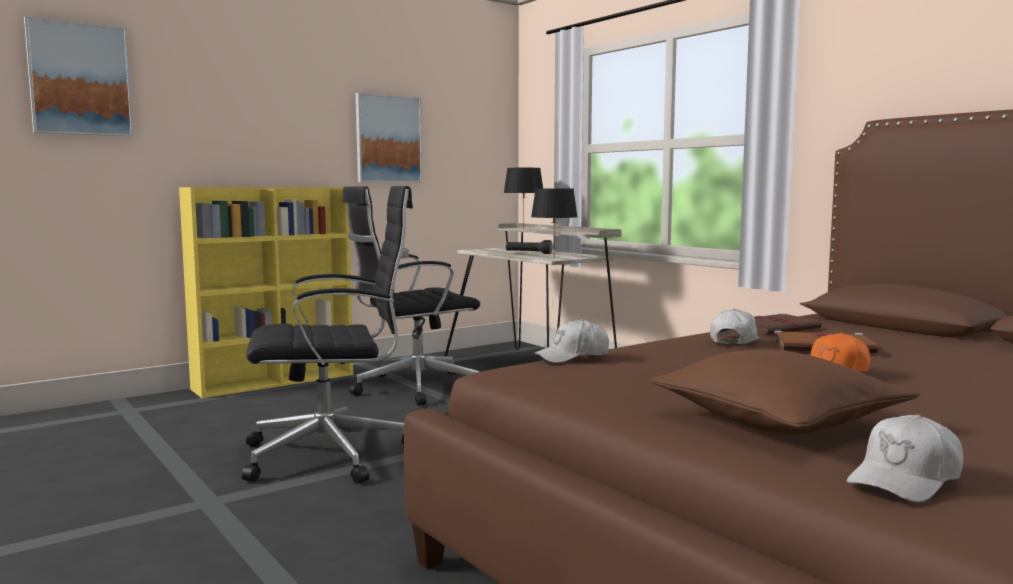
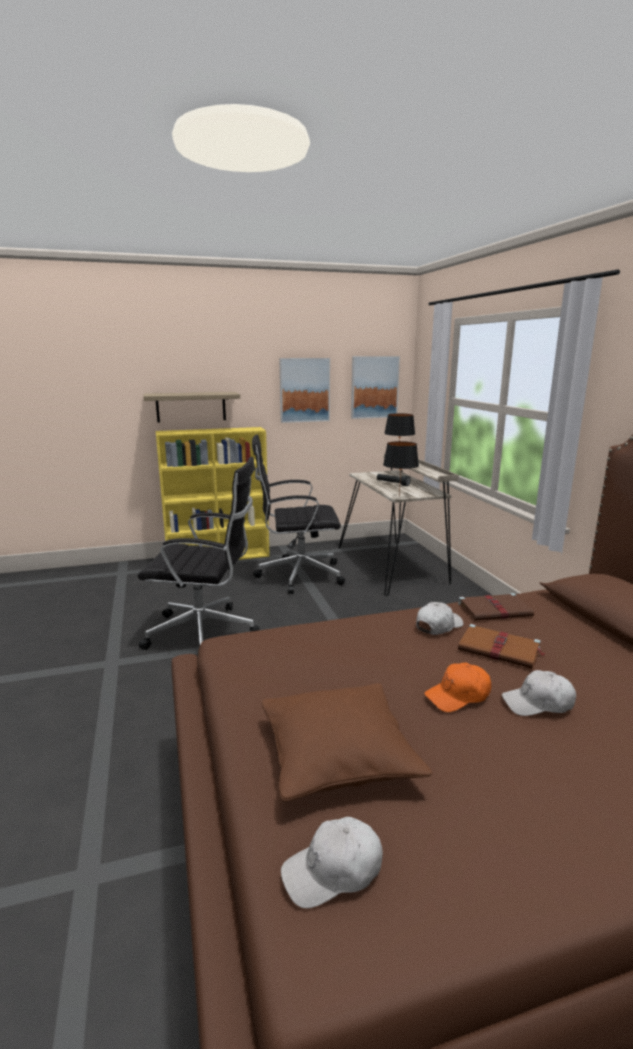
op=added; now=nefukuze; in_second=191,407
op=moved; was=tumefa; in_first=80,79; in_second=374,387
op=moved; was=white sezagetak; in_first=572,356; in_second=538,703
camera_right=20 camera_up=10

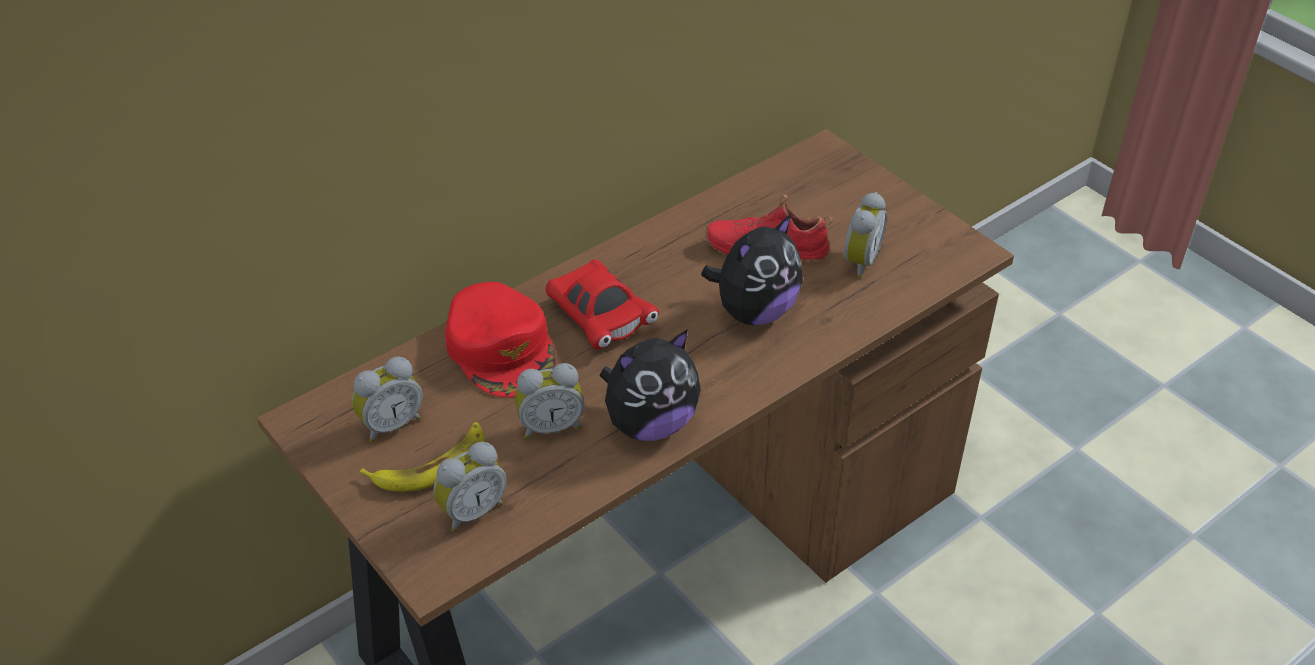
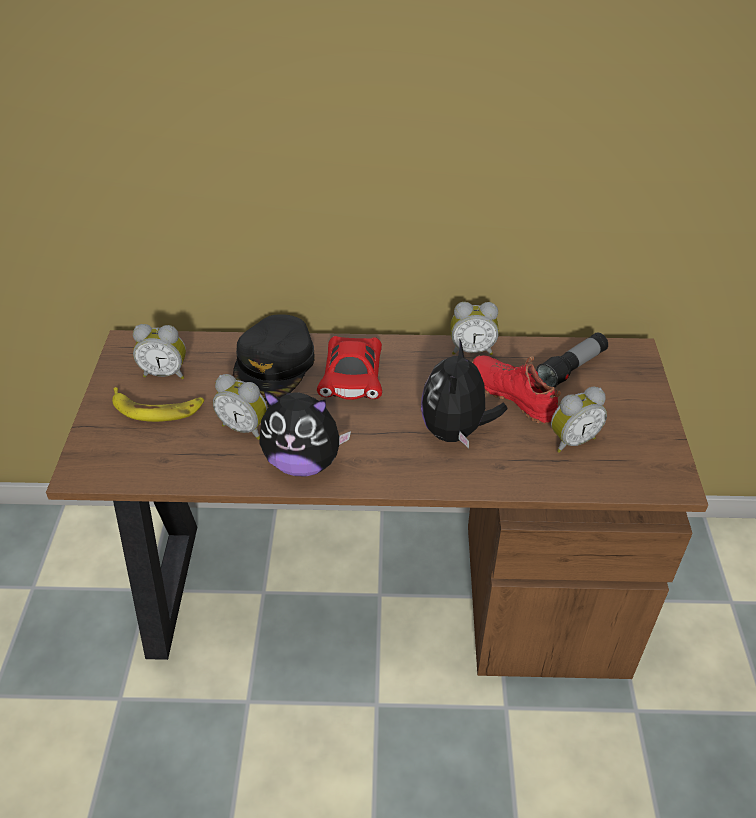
op=recoloured; was=red sezagetak; now=black sezagetak; in_first=502,349; in_second=274,365
op=turned; was=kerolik; in_first=754,311; in_second=456,431; clockwise=105
op=moved; was=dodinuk; in_first=471,511; in_second=471,350
op=added; now=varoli; in_second=571,369
camera_right=40 camera_up=0

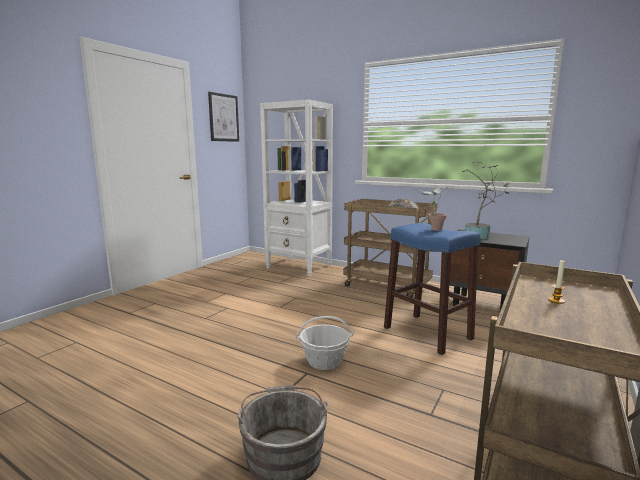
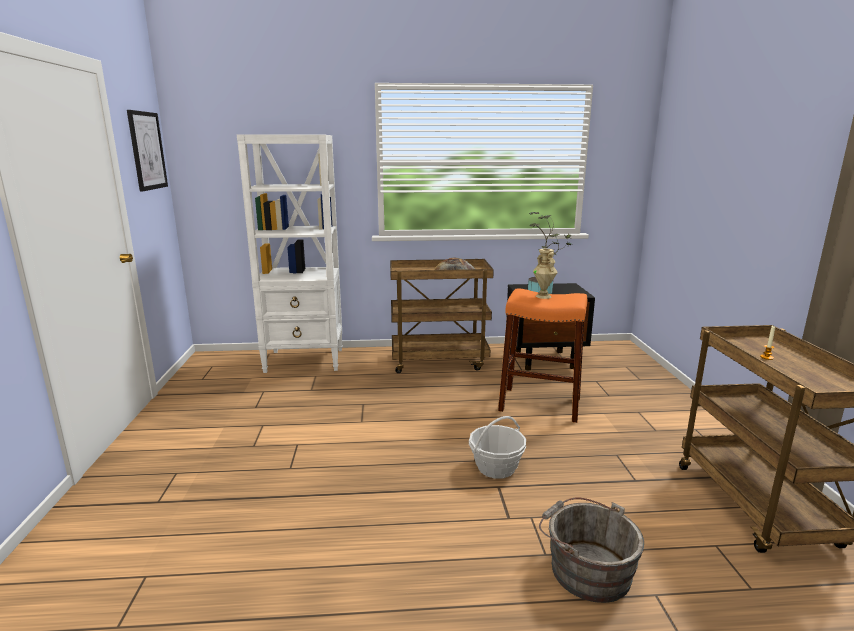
op=recoloured; was=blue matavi; now=orange matavi; in_first=427,333; in_second=540,404
op=replaced; was=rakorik; now=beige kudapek; in_first=432,229; in_second=543,296
camera_right=-35 camera_up=5

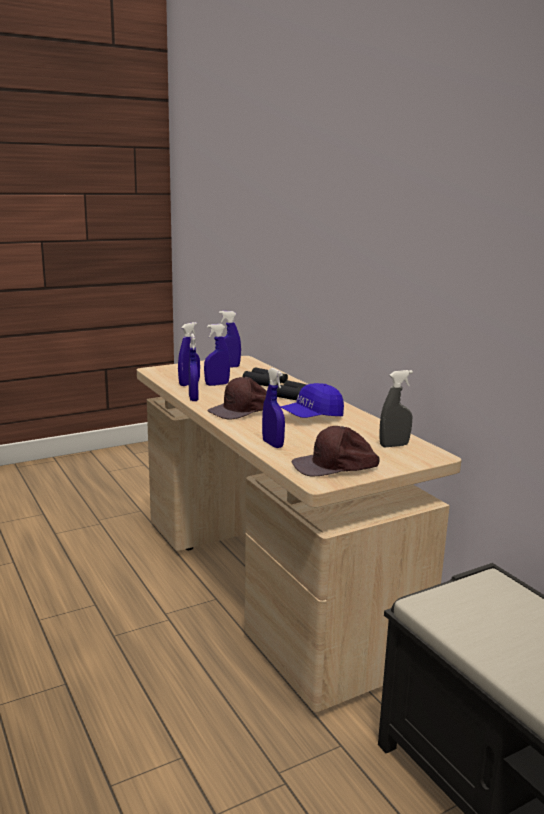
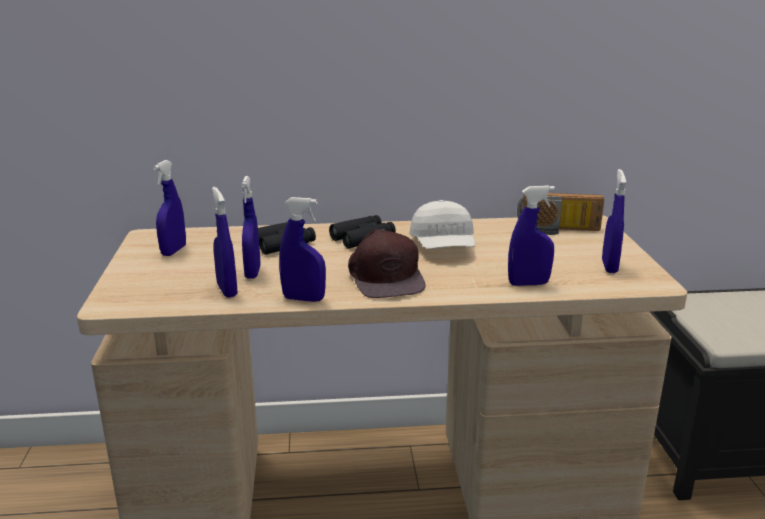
op=recoloured; was=blue sezagetak; now=white sezagetak; in_first=312,417; in_second=443,246
op=replaced; was=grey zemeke; now=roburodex; in_first=394,445; in_second=558,230
op=replaced; was=brown sezagetak; now=blue zemeke; in_first=335,466; in_second=609,266
camera_right=-65 camera_up=5

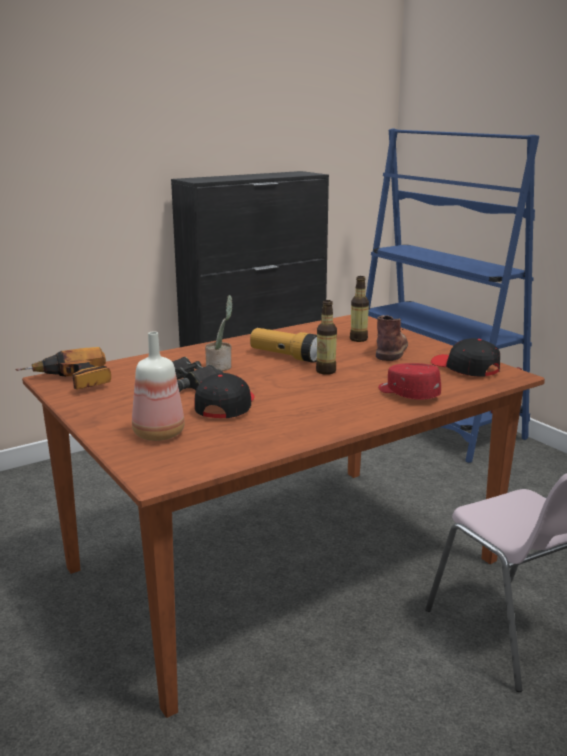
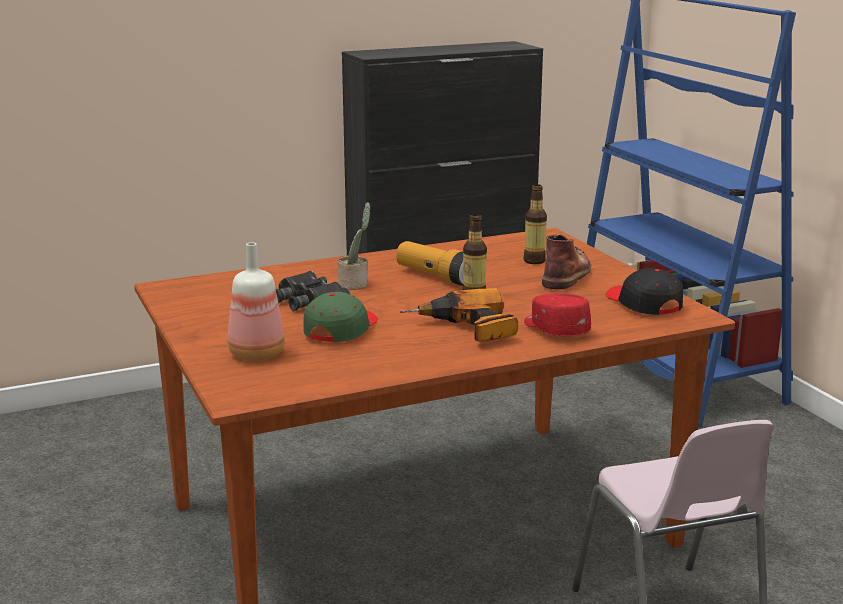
op=recoloured; was=black sezagetak; now=green sezagetak; in_first=225,406; in_second=341,329
op=moved; was=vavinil; in_first=73,382; in_second=467,330
camera_right=10 camera_up=0

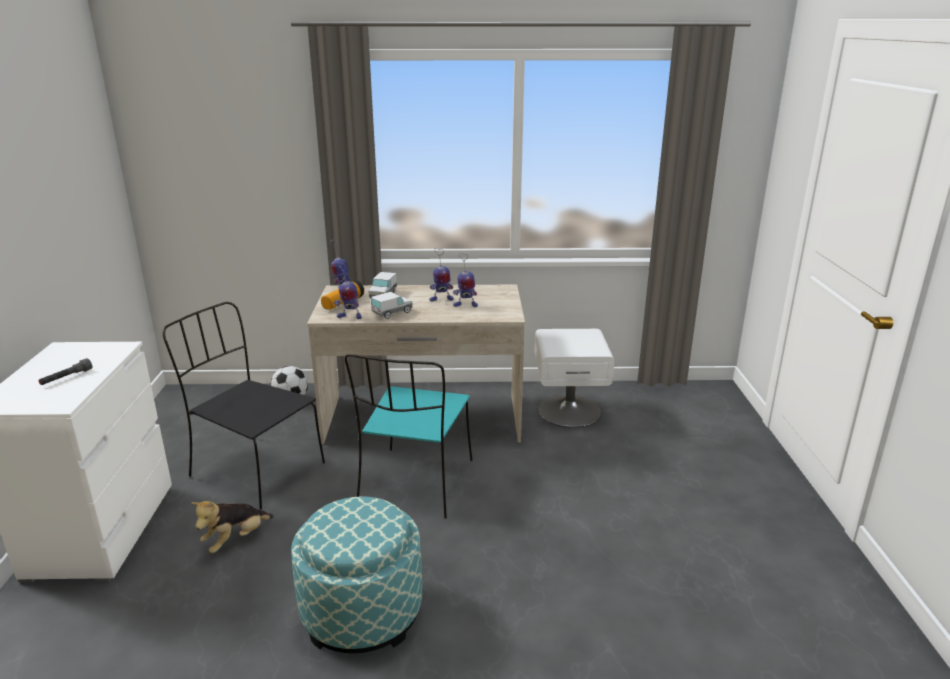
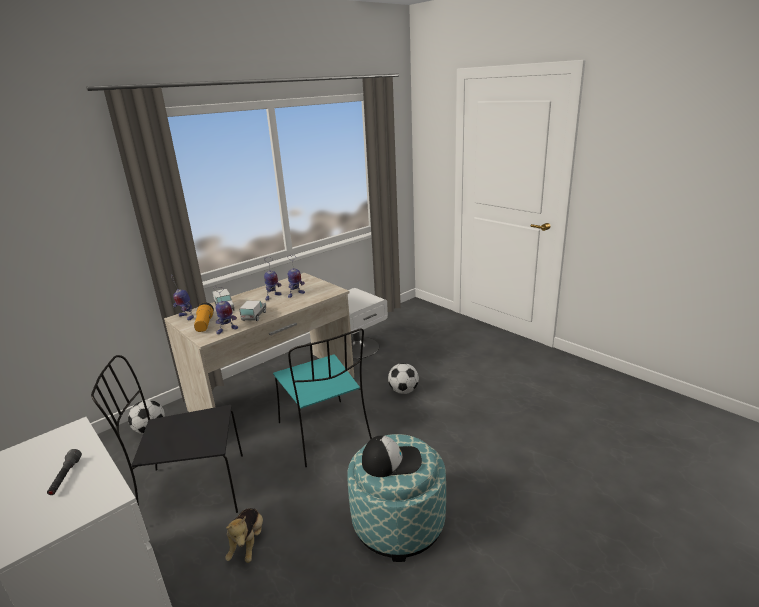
op=added; now=sezagetak; in_second=391,461
op=added; now=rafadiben; in_second=403,391
camera_right=-40 camera_up=0

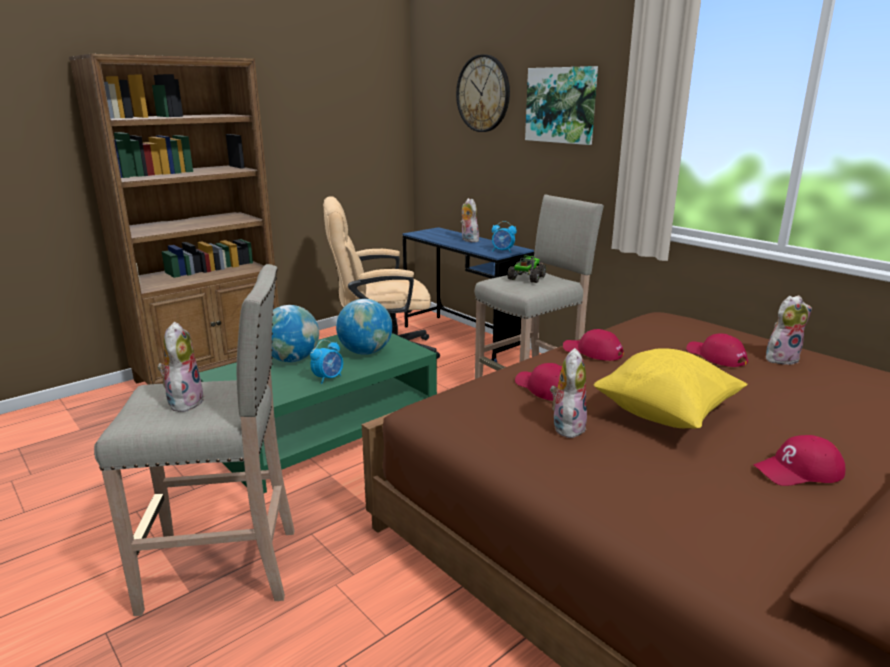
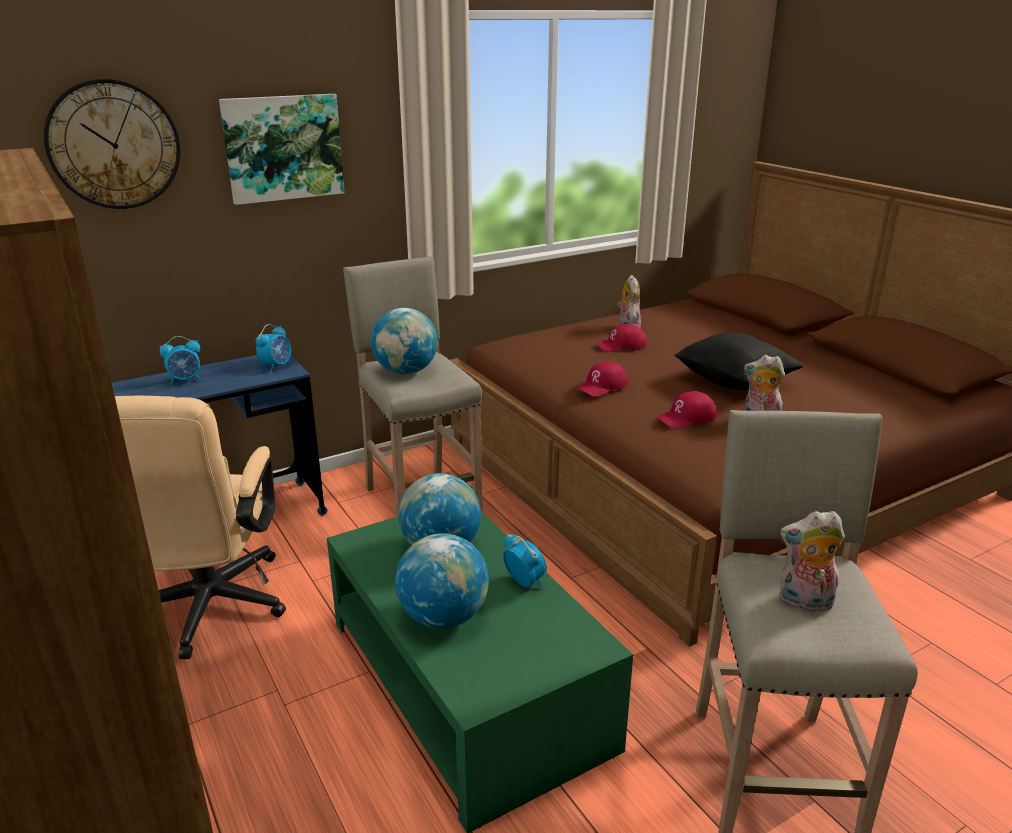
op=replaced; was=kerolik; now=dodinuk; in_first=468,240; in_second=185,380
op=replaced; was=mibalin; now=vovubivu; in_first=526,278; in_second=406,371
op=recoloured; was=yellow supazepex; now=black supazepex; in_first=666,414; in_second=734,383
op=removed; was=red sezagetak; in_first=799,471
camera_right=-80 camera_up=5

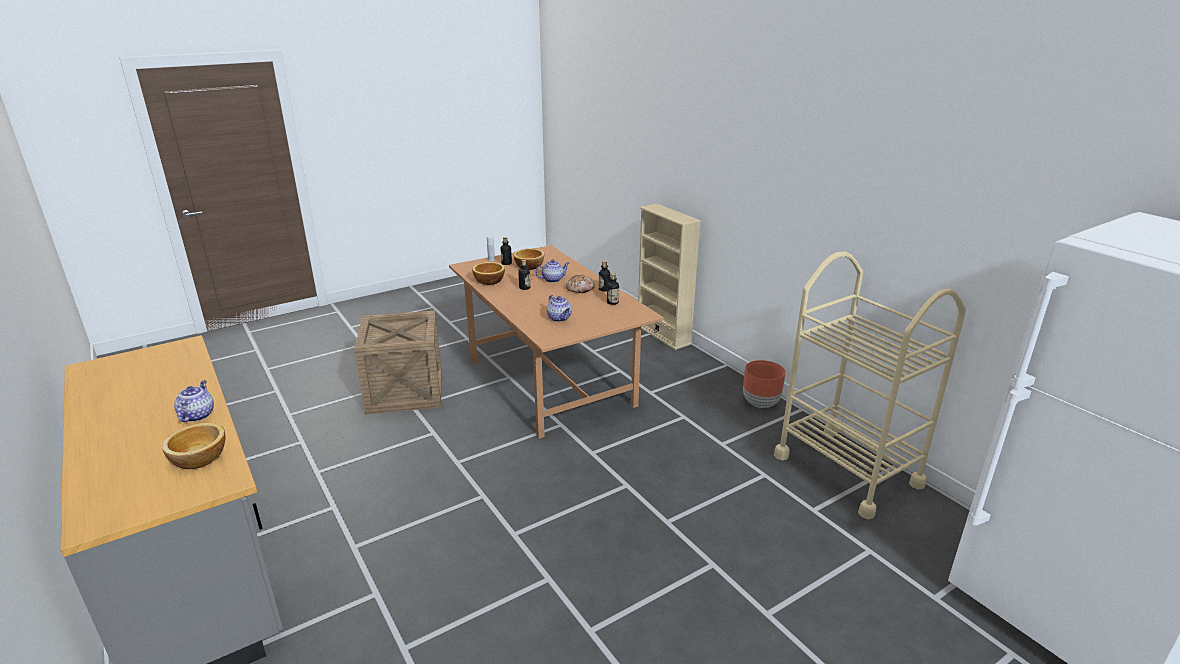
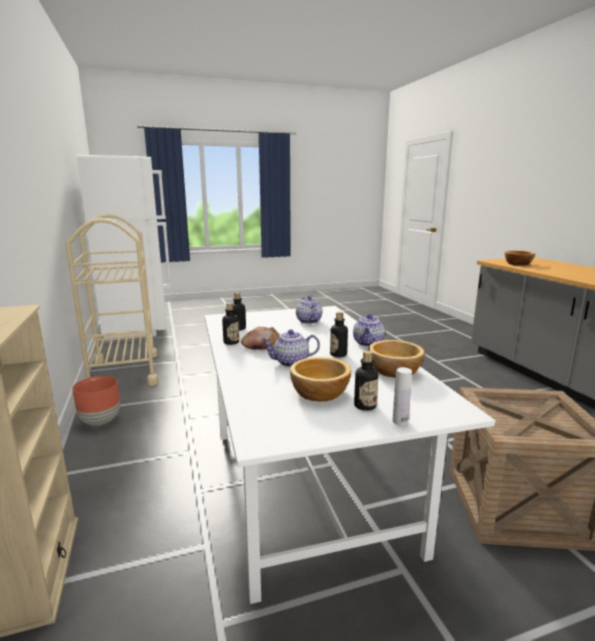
op=recoloured; was=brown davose; now=white davose; in_first=551,383; in_second=303,485
op=moved; was=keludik; in_first=197,415; in_second=368,343
camera_right=-165 camera_up=-10

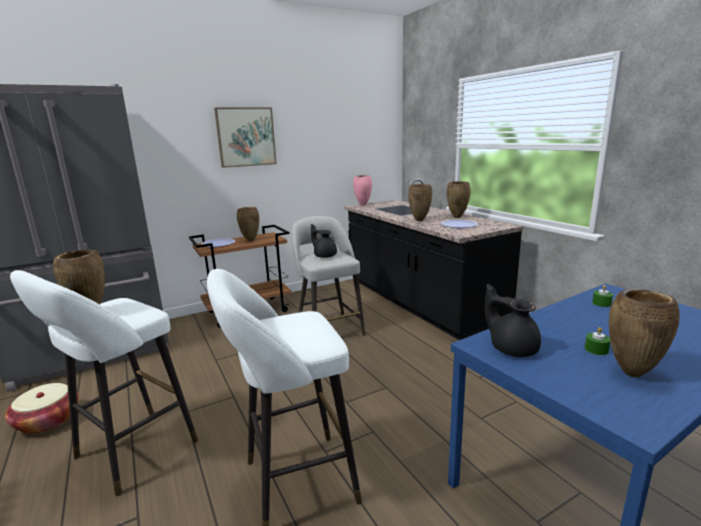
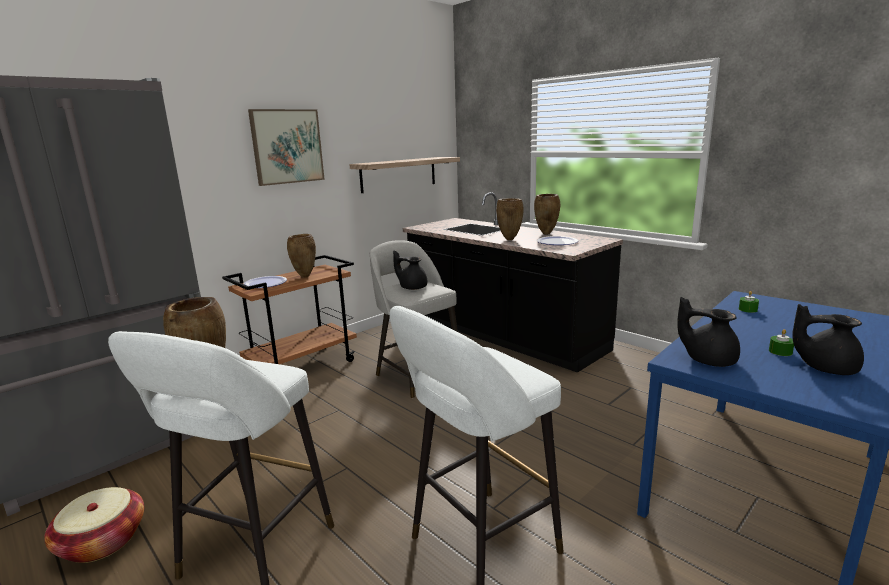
op=added; now=nefukuze; in_second=399,174
op=replaced; was=brown kudapek; now=black keludik; in_first=631,373; in_second=825,368
op=removed; was=pink kudapek; in_first=363,205
camera_right=-15 camera_up=0

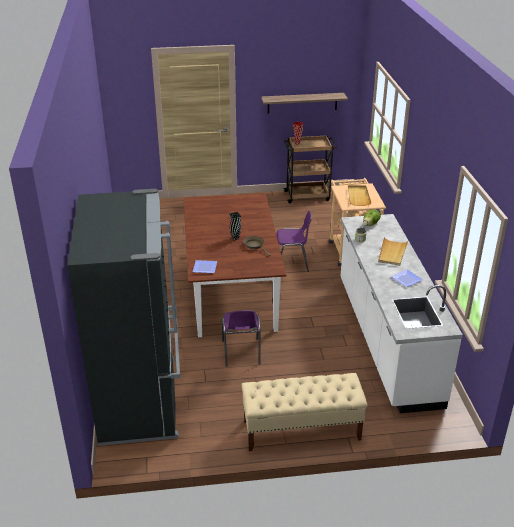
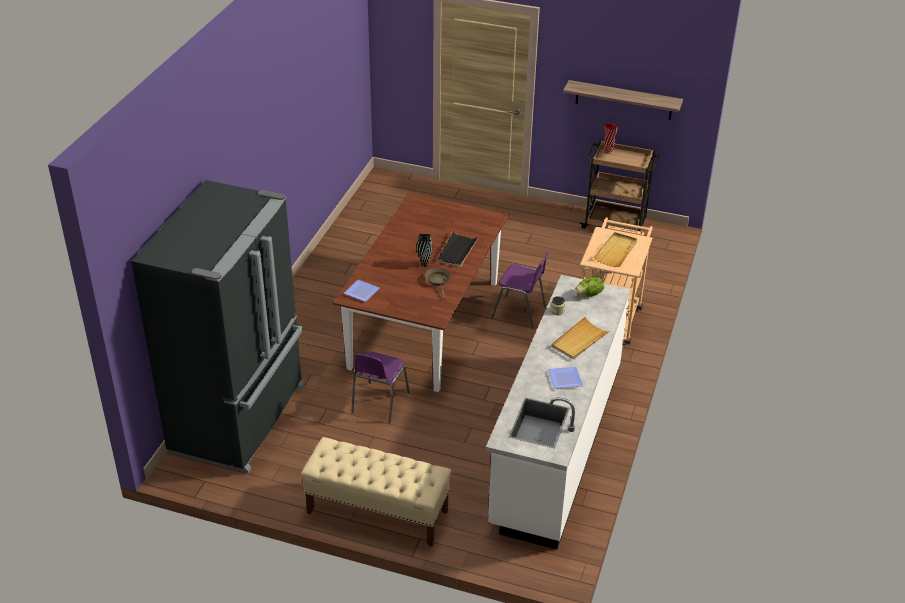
op=added; now=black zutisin; in_second=457,251
camera_right=25 camera_up=5

